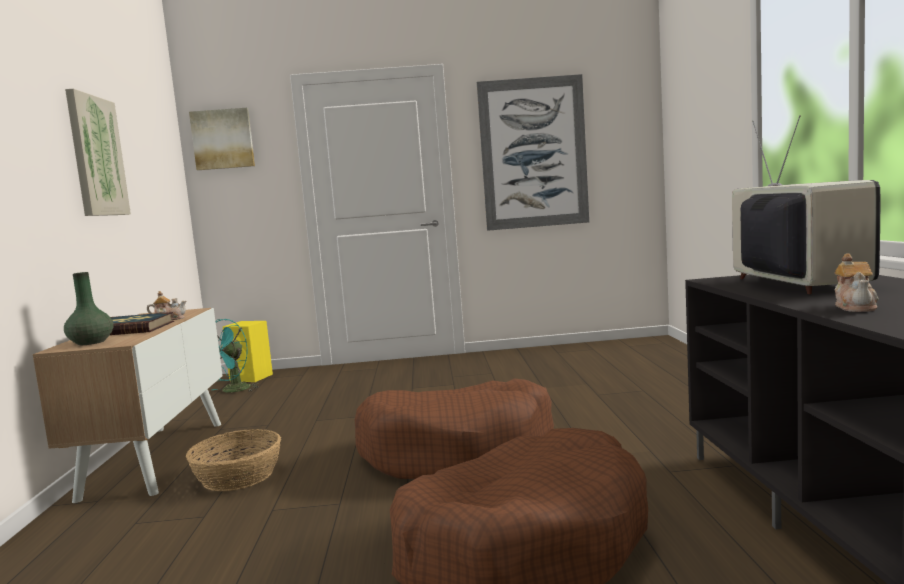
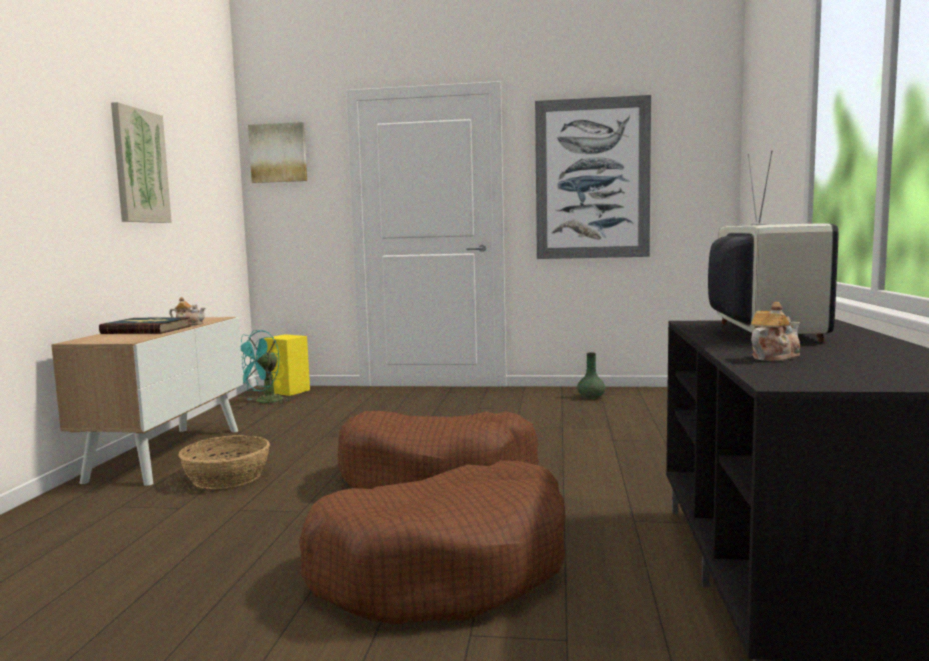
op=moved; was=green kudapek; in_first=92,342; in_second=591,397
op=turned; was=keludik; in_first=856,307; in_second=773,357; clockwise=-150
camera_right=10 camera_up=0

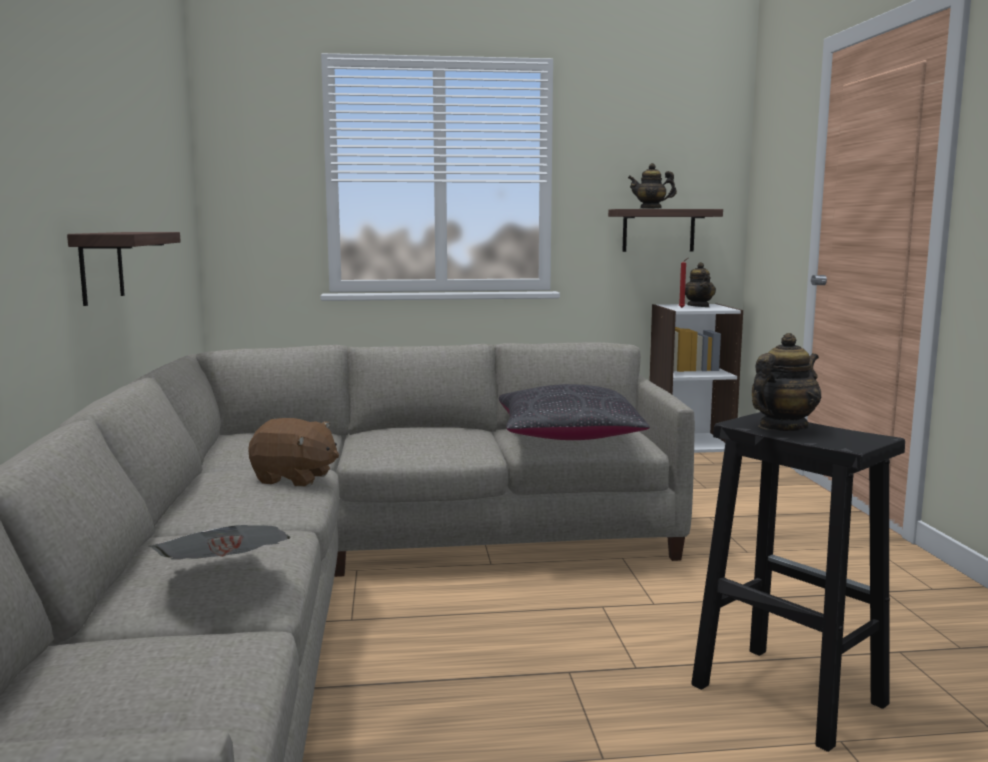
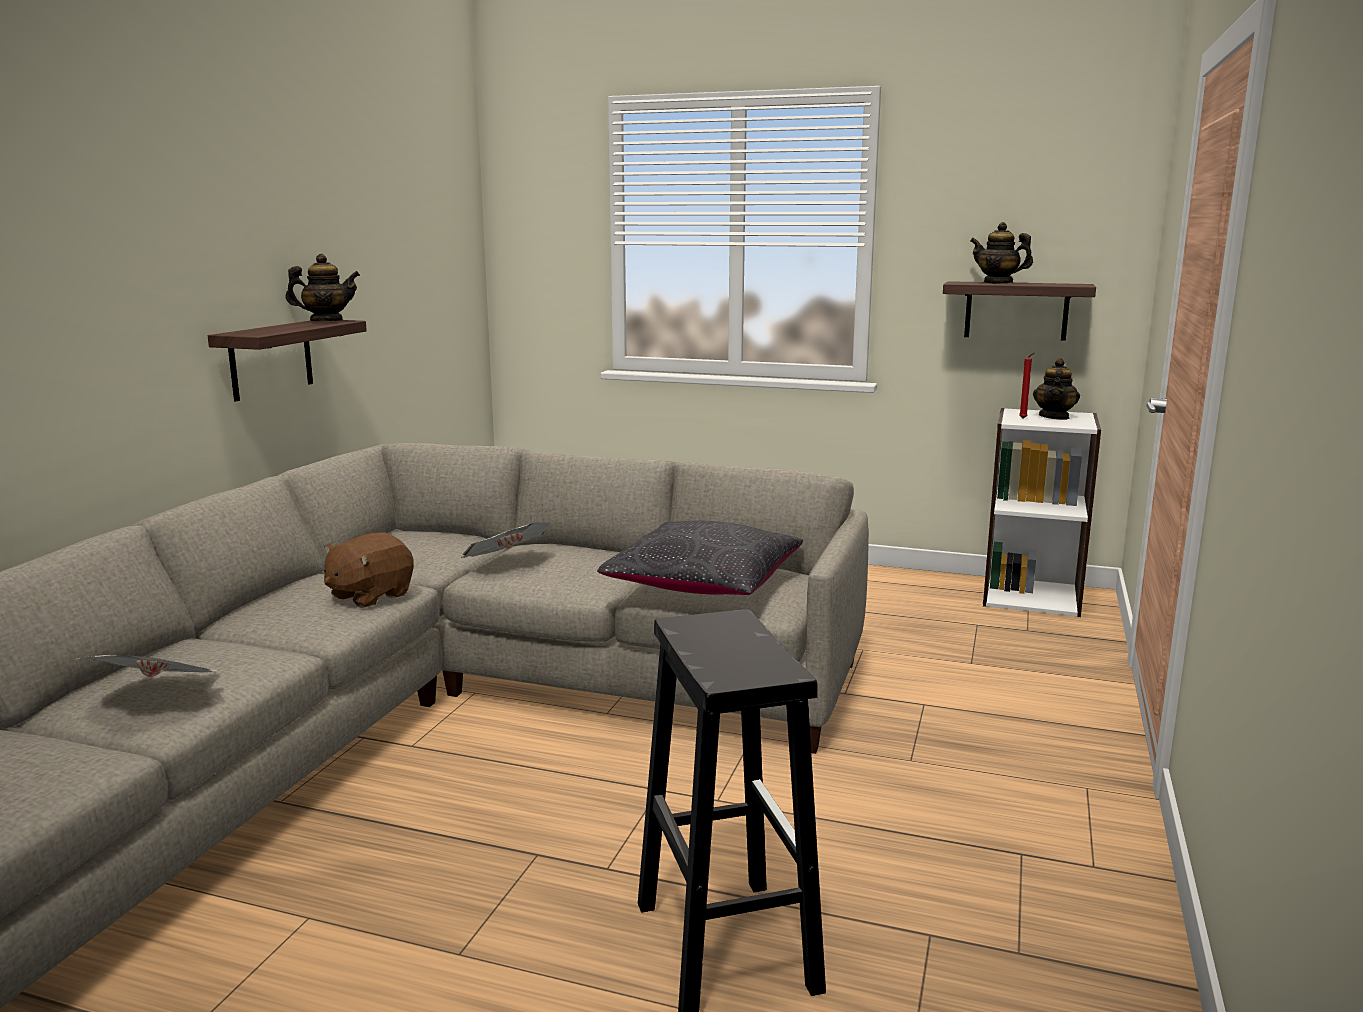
op=moved; was=keludik; in_first=782,428; in_second=326,321
op=turned; was=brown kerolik; in_first=294,479; in_second=369,596; clockwise=90
op=added; now=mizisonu; in_second=506,564
camera_right=25 camera_up=5

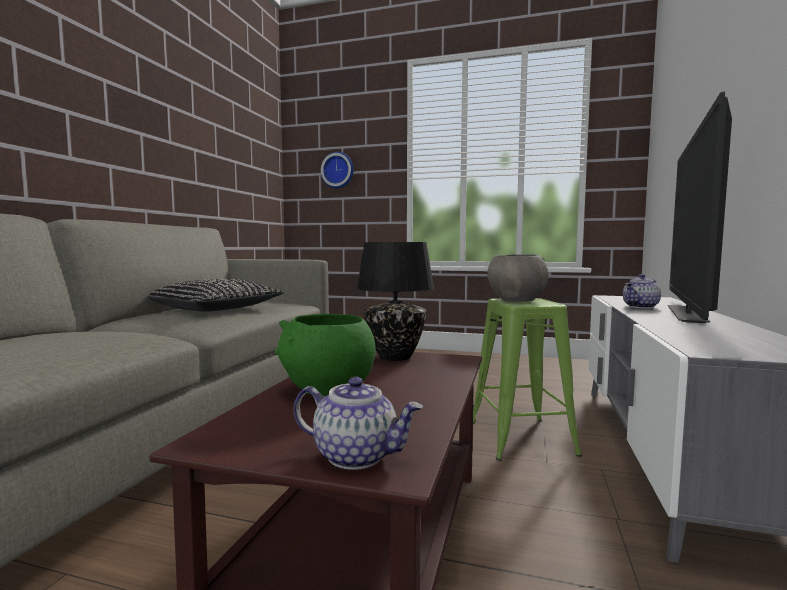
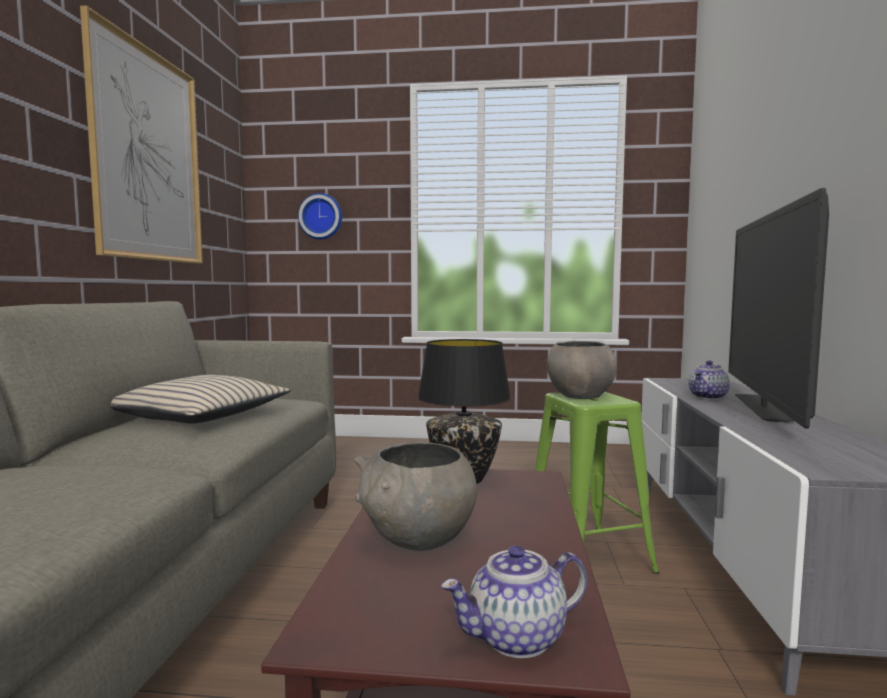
op=added; now=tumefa; in_second=148,155
op=recoloured; was=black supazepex; now=beige supazepex; in_first=215,308; in_second=200,416
op=recoloured; was=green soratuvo; now=grey soratuvo; in_first=328,391; in_second=418,540
op=turned; was=keludik; in_first=357,455; in_second=516,638; clockwise=150
camera_right=-10 camera_up=0

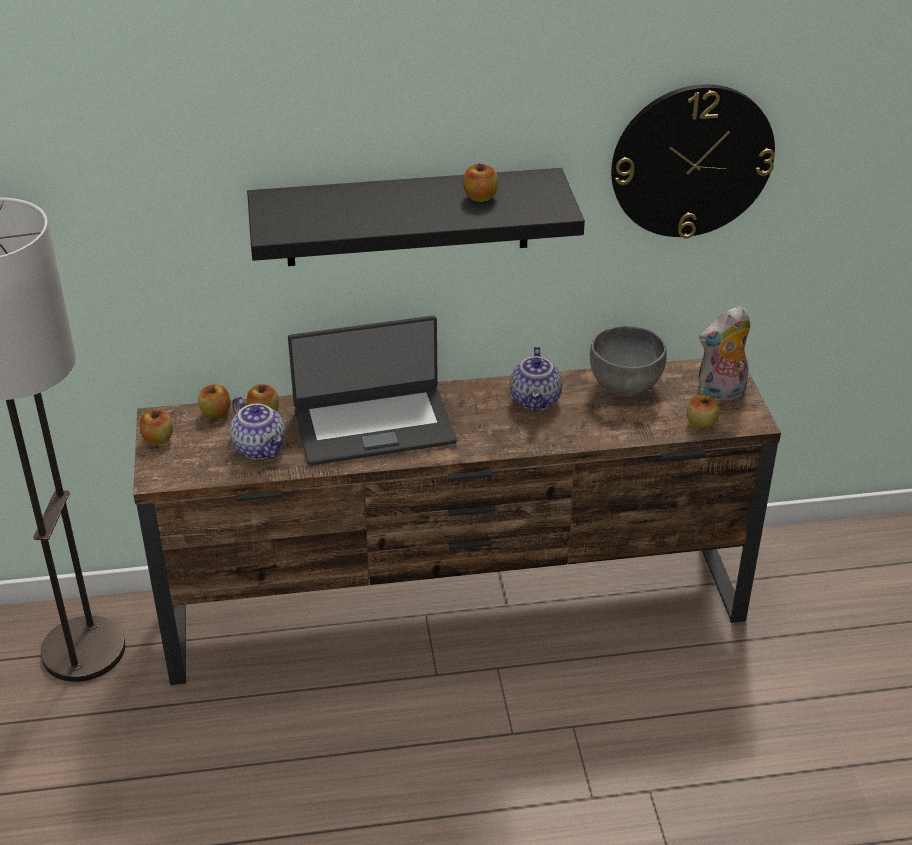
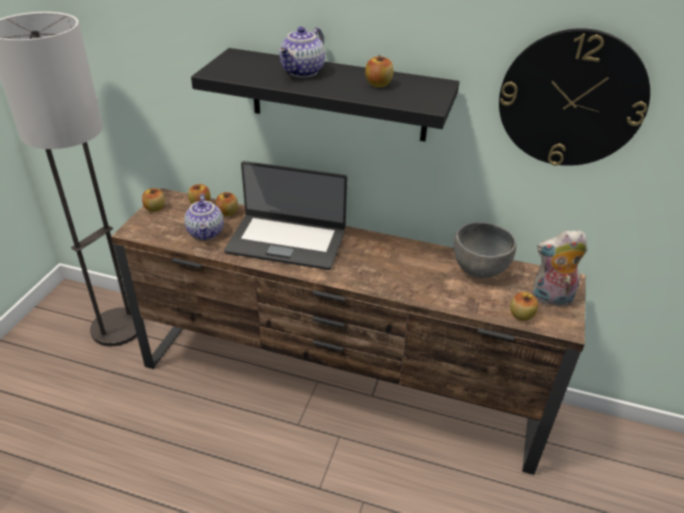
op=moved; was=keludik; in_first=536,400; in_second=303,72
camera_right=25 camera_up=0

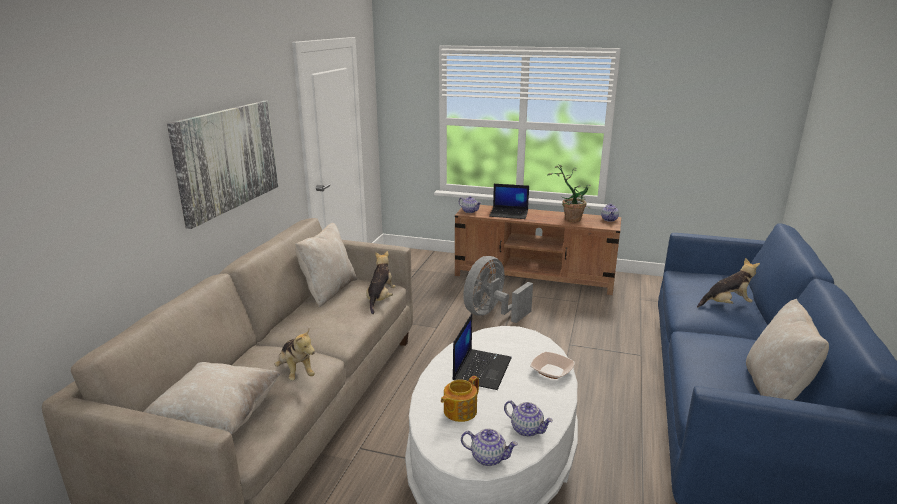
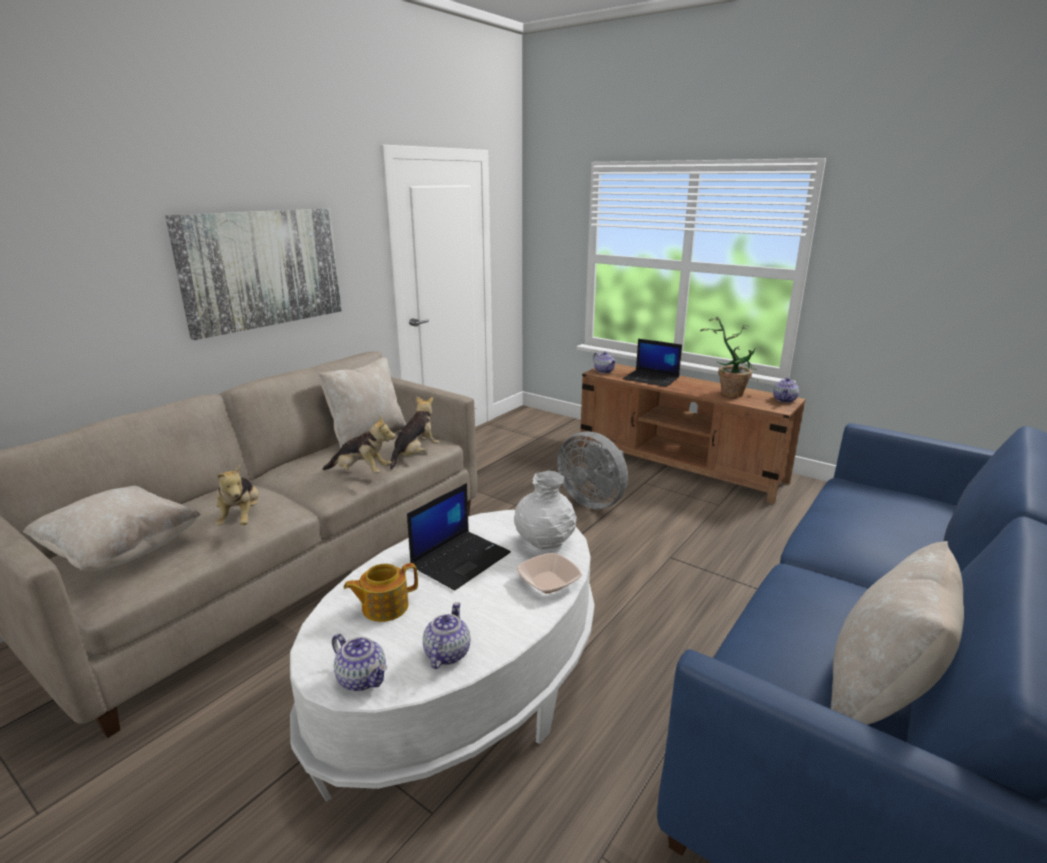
op=moved; was=kerolik; in_first=726,304; in_second=361,473
op=turned; was=keludik; in_first=527,429; in_second=446,653; clockwise=-135
op=added; now=white kudapek; in_second=545,542
op=turned; was=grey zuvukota; in_first=491,314; in_second=593,501; clockwise=-105
camera_right=20 camera_up=0

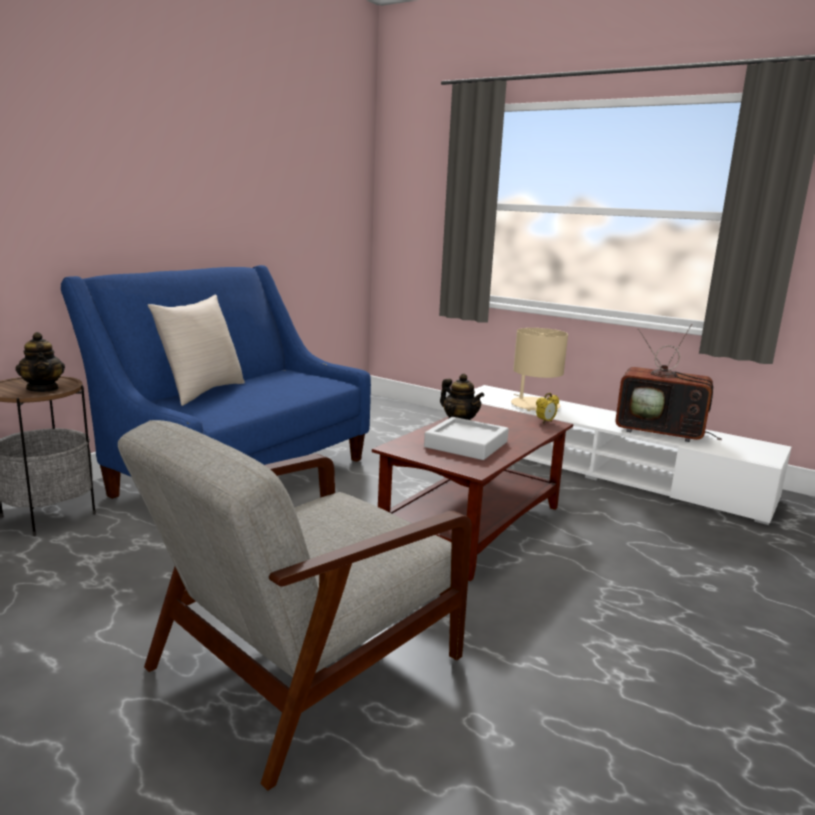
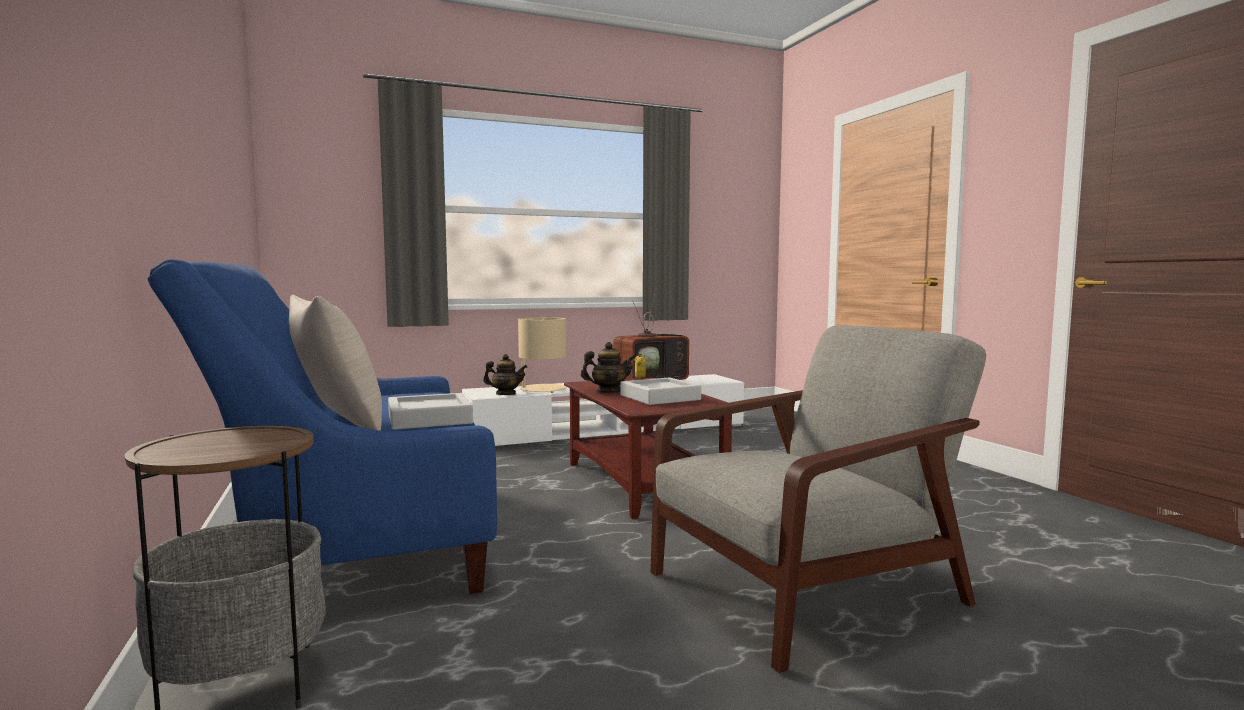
op=added; now=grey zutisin; in_second=429,419
op=moved; was=keludik; in_first=43,389; in_second=506,394
op=turned; was=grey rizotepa; in_first=302,665; in_second=809,588; clockwise=-105
camera_right=-55 camera_up=-10

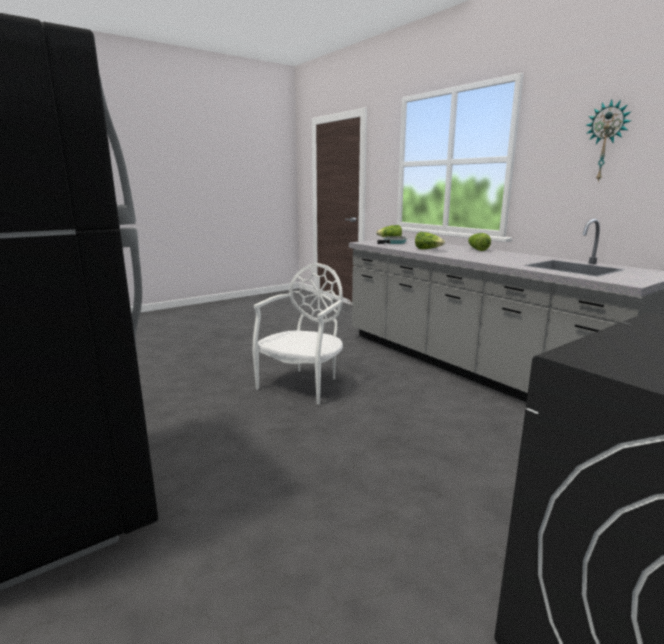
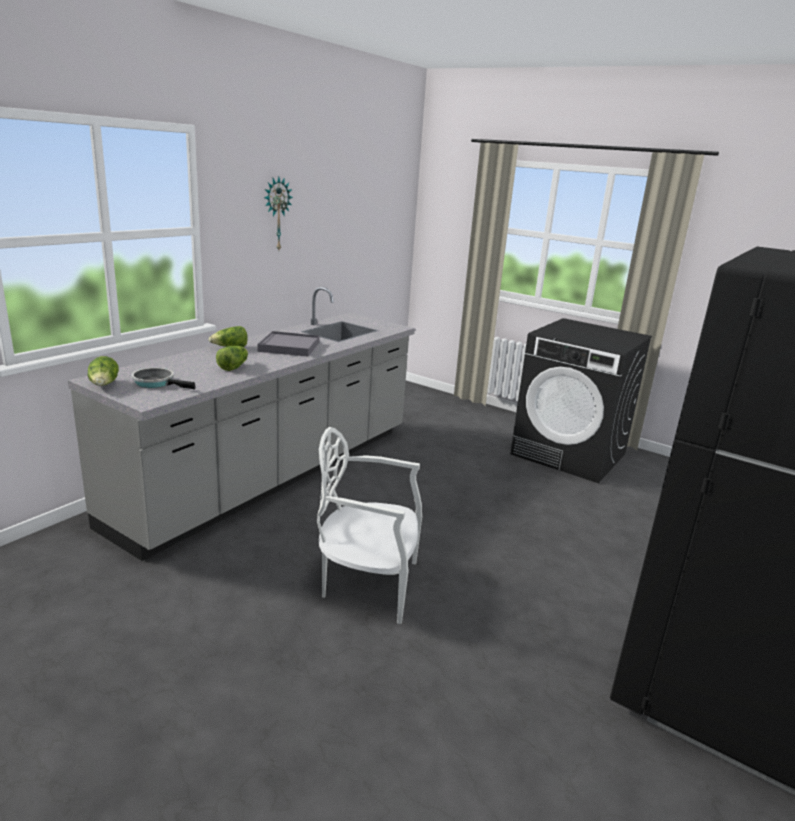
op=added; now=grey zutisin; in_second=289,347
camera_right=-110 camera_up=5

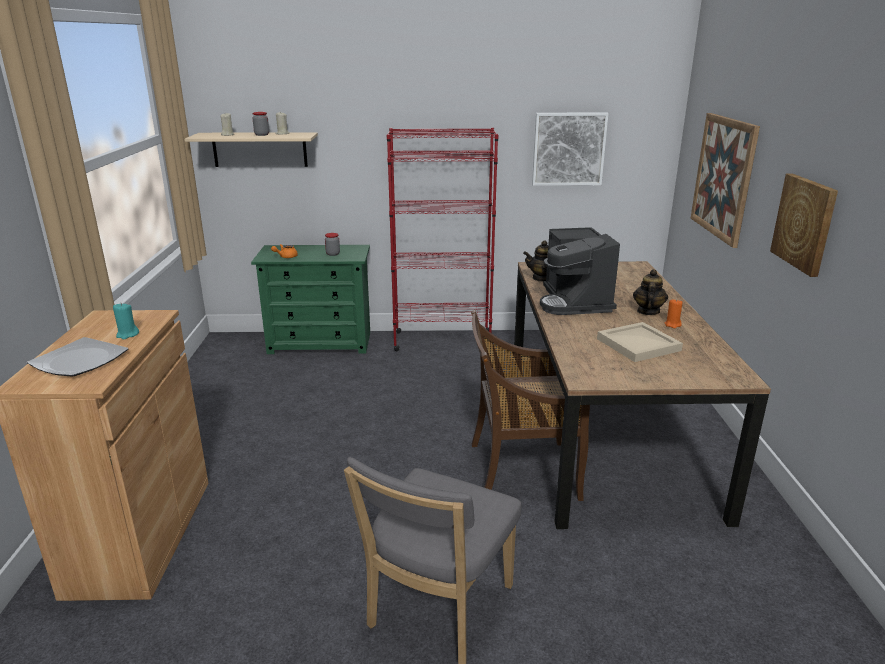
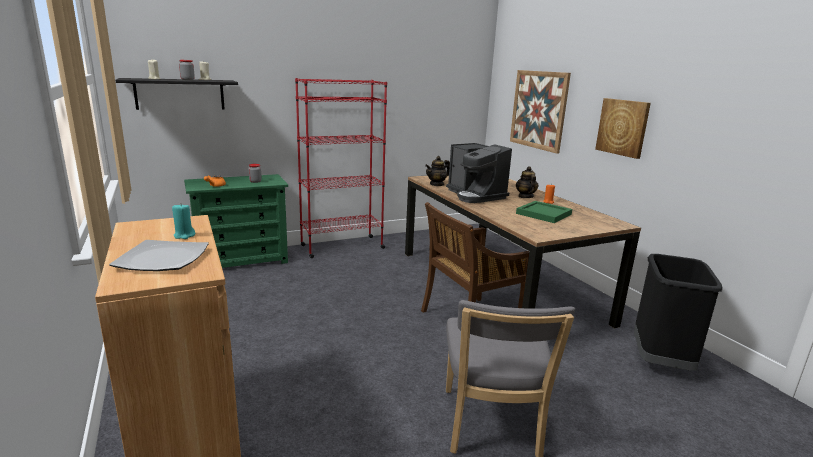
op=recoloured; was=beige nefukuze; now=black nefukuze; in_first=260,149; in_second=180,94
op=recoloured; was=beige zutisin; now=green zutisin; in_first=638,345; in_second=544,214
op=added; now=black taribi; in_second=661,361
op=removed; was=tumefa; in_first=568,149
camera_right=-25 camera_up=-5

